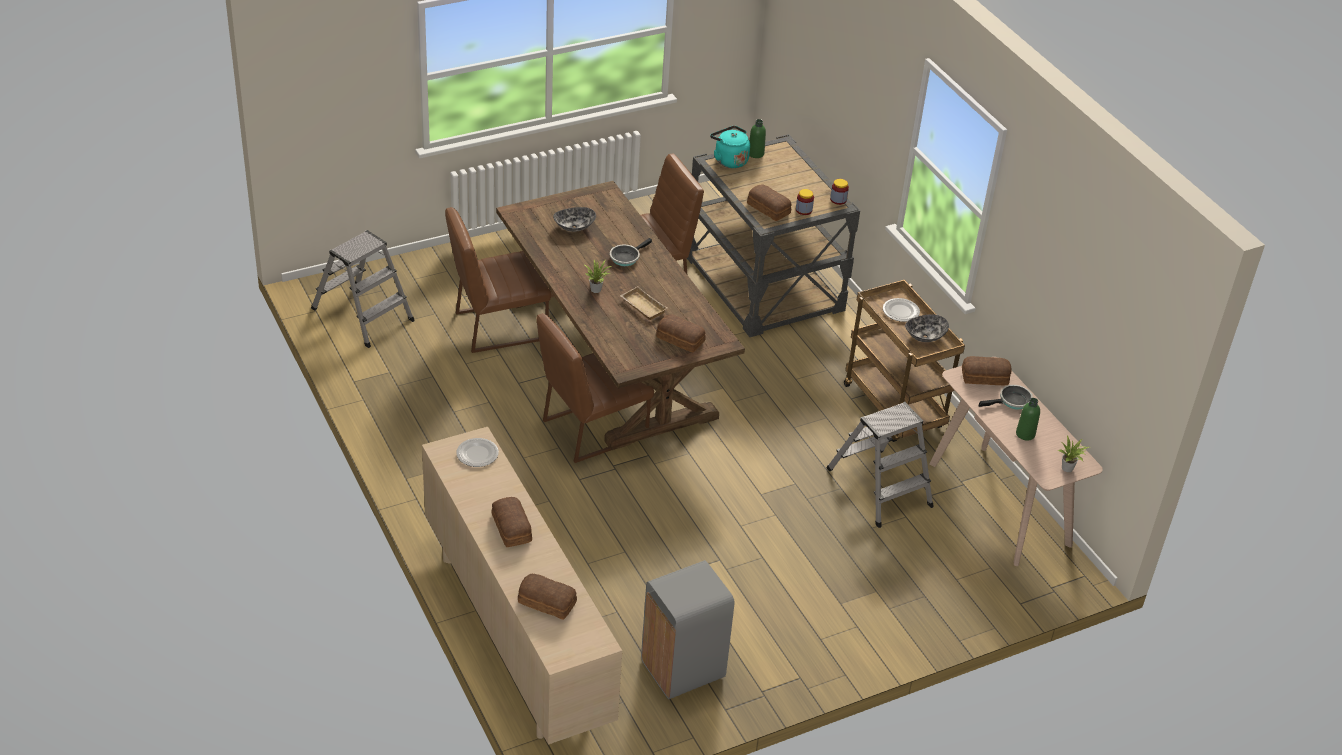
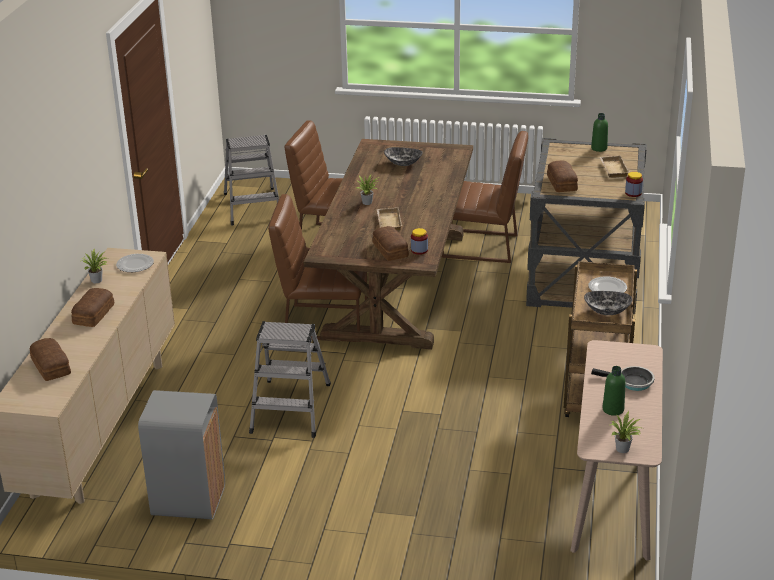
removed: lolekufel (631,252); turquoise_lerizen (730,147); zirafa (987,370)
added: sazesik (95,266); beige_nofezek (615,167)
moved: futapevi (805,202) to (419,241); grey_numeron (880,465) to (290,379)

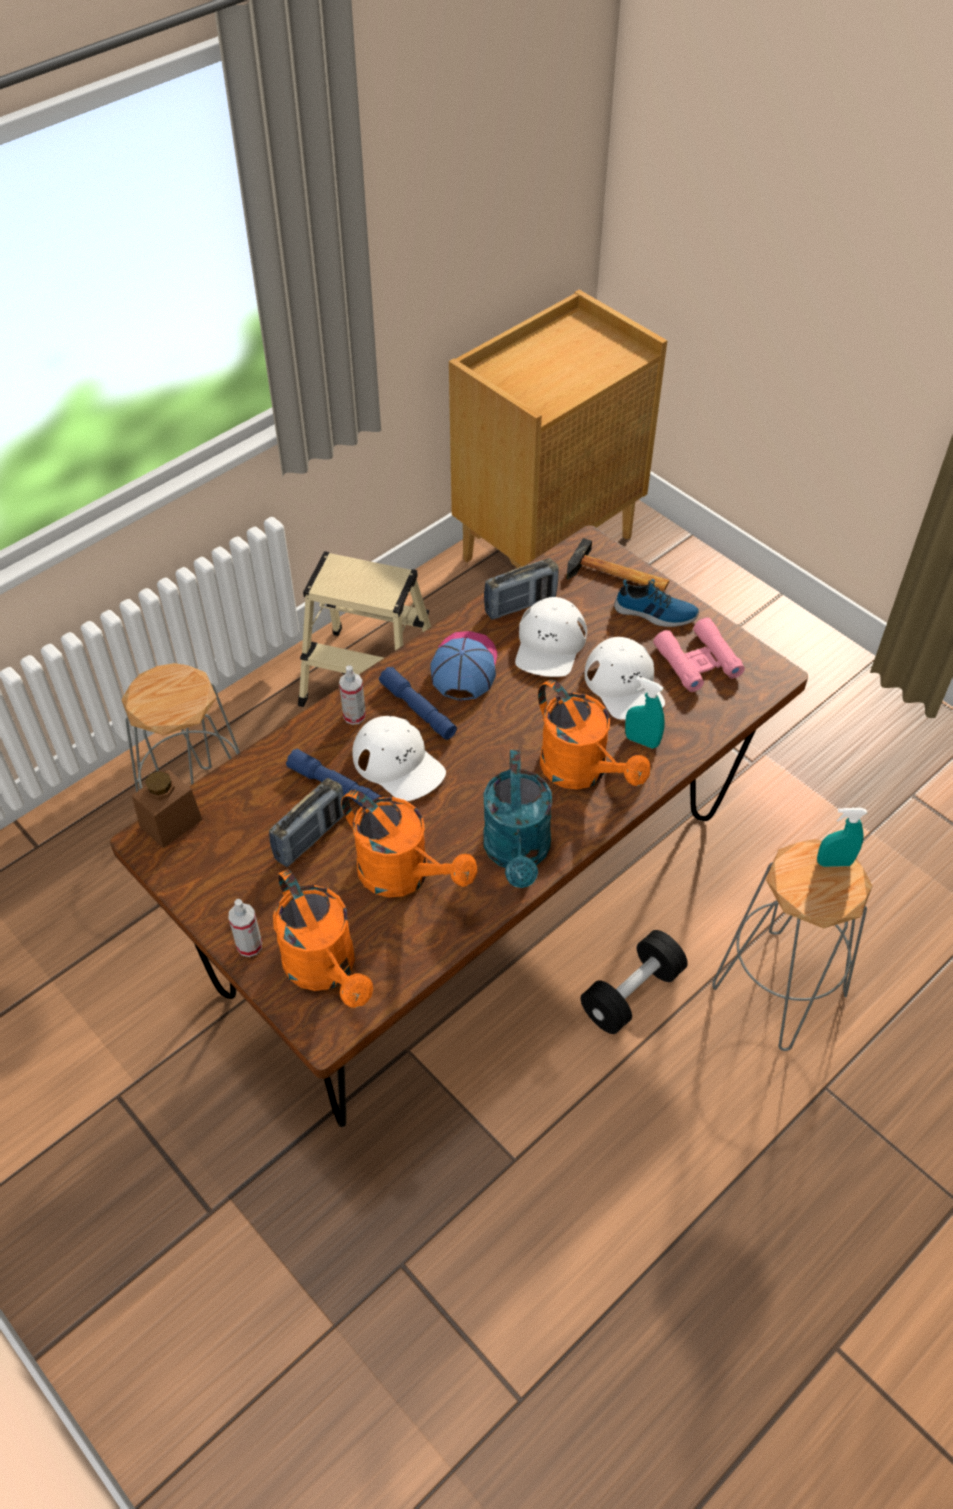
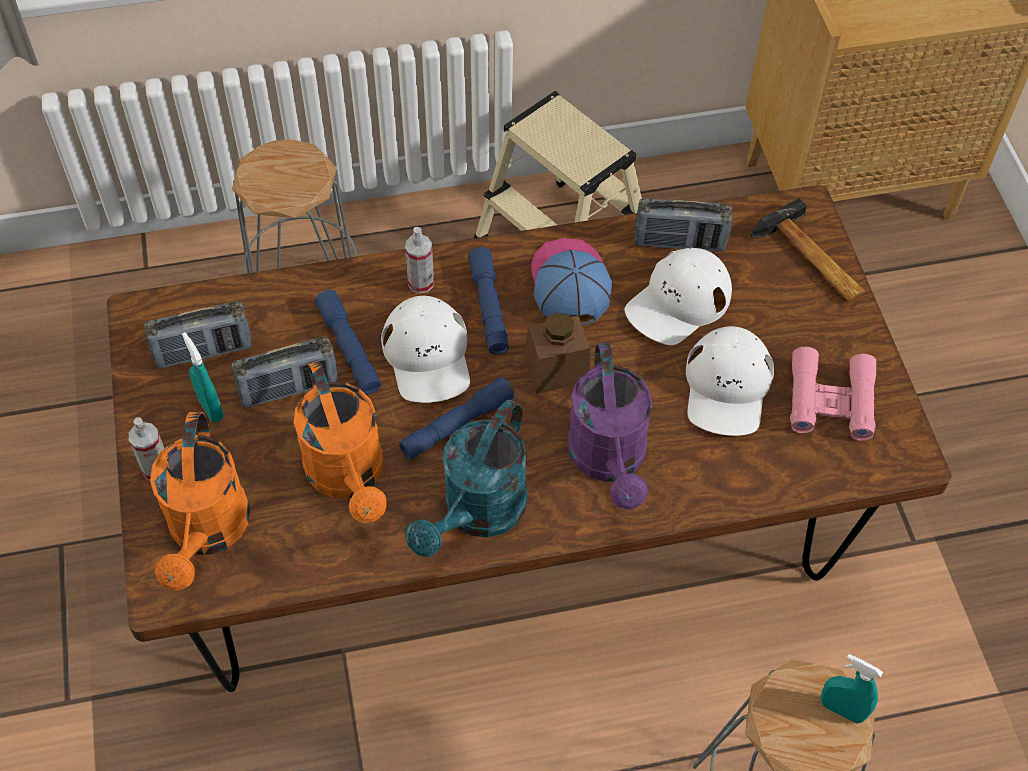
removed: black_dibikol (634,982); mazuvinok (656,603)
added: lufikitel (198,335); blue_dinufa (457,418)
moved: brown_futapevi (167,808) to (557,353); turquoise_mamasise (645,712) to (203,377)
recoloured: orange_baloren (594,734) to purple_baloren (610,426)
turned: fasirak (463,666) = (571,282) 45 degrees counterclockwise

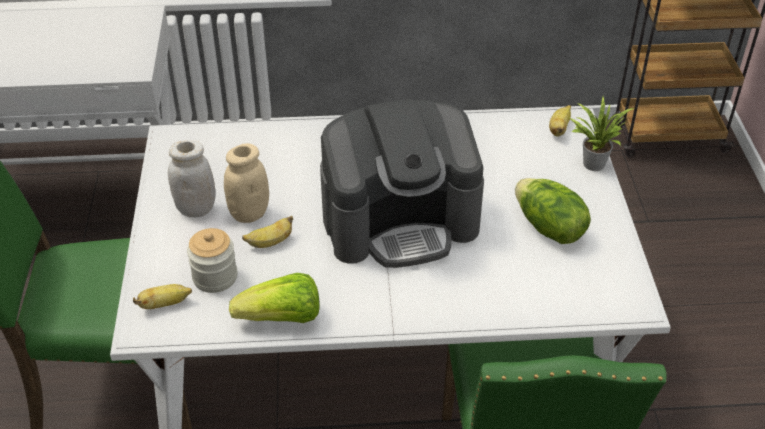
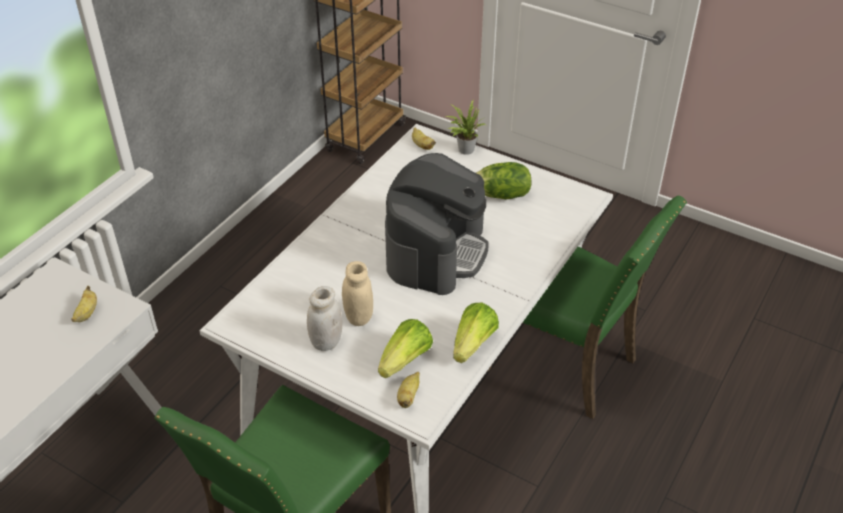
moved: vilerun (267,232) to (84,304)
replaced: futapevi (212,260) to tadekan (405,348)

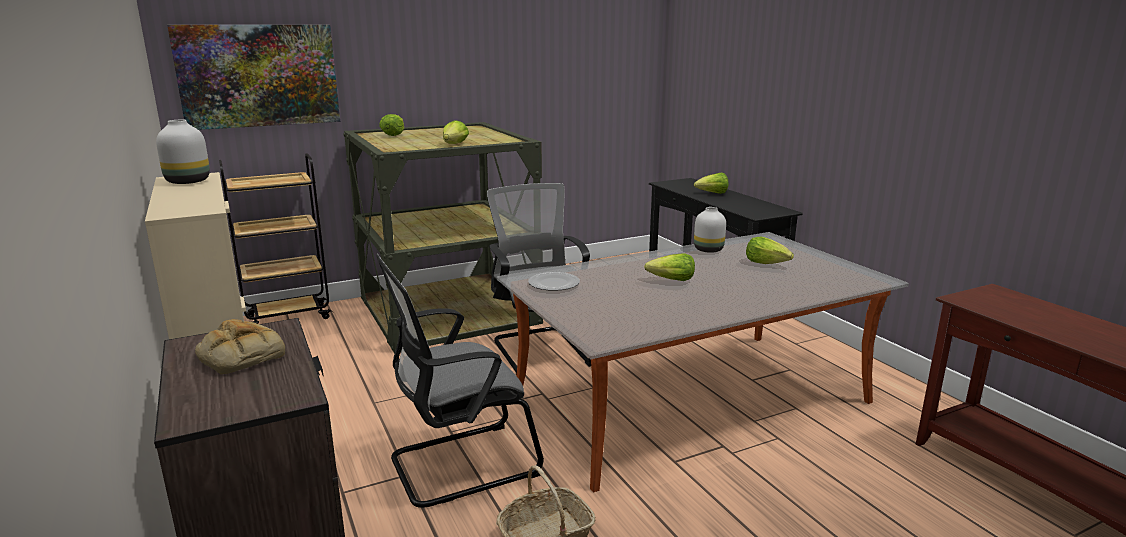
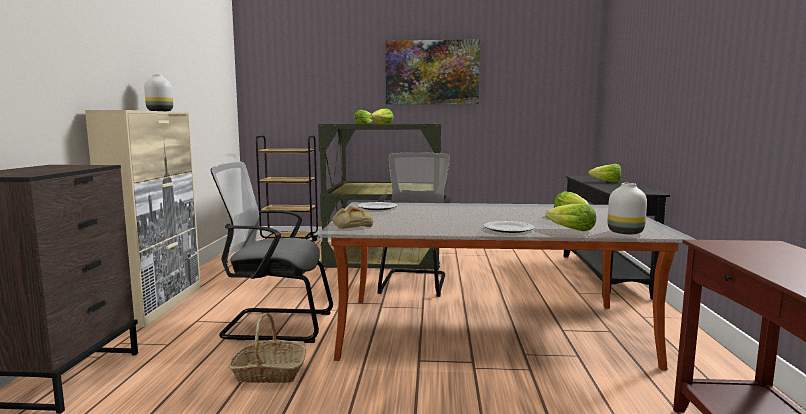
added: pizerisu (509,227)
moved: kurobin (253,77) to (432,72); zirafa (240,346) to (352,217); tadekan (669,267) to (570,217); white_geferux (710,230) to (627,208)

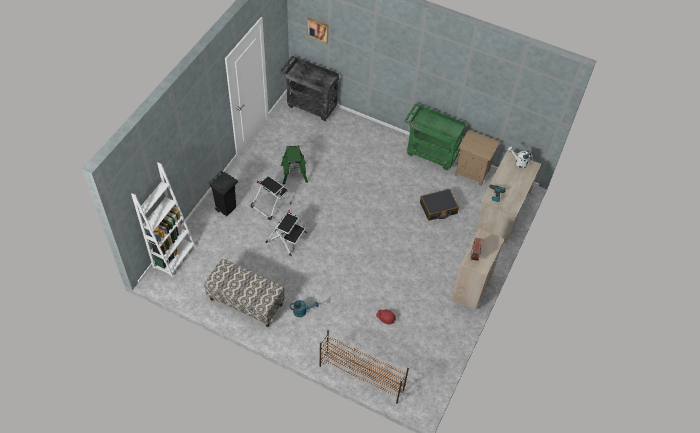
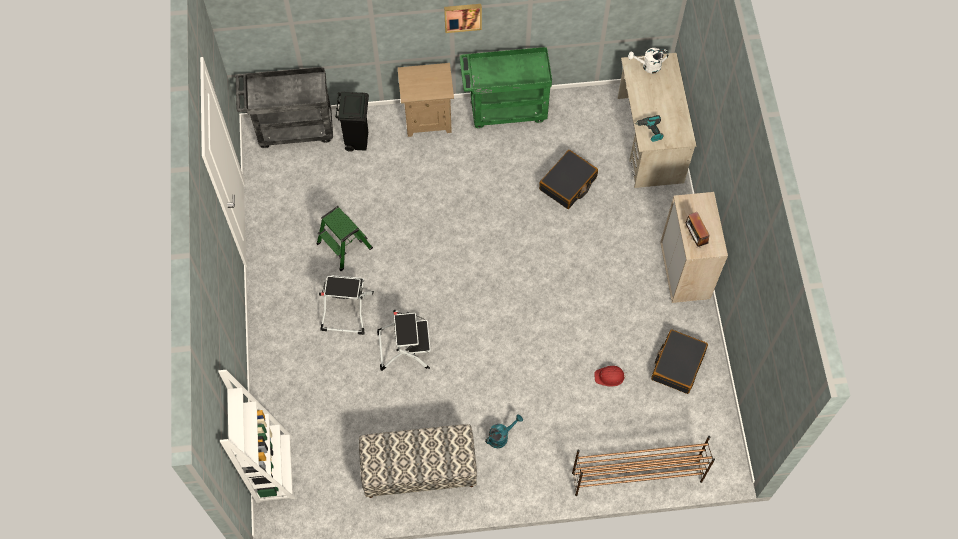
added: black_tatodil (679,361)
moved: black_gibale (223,193) to (352,122); kurobin (318,30) to (463,18); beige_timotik (477,158) to (425,100)

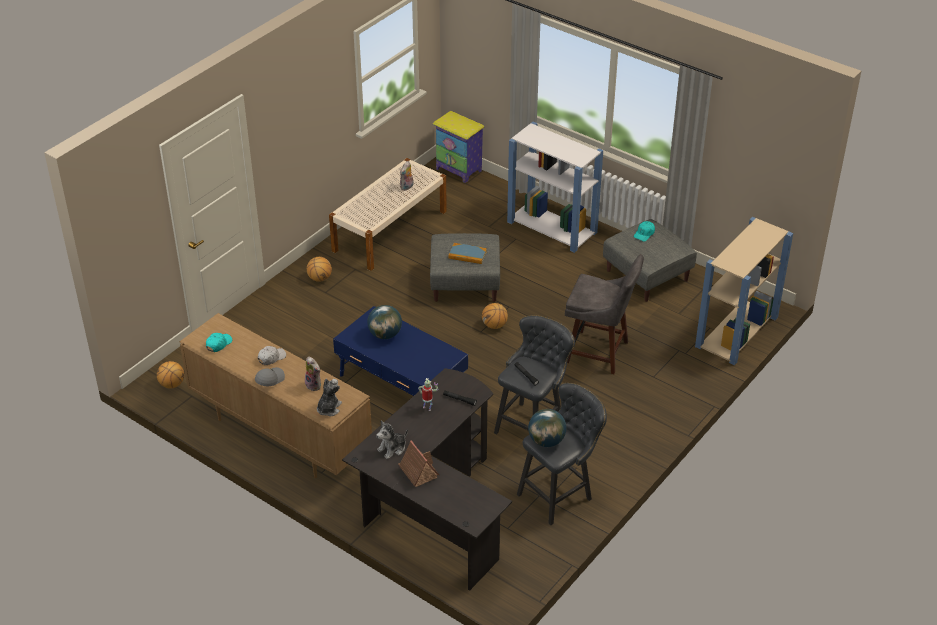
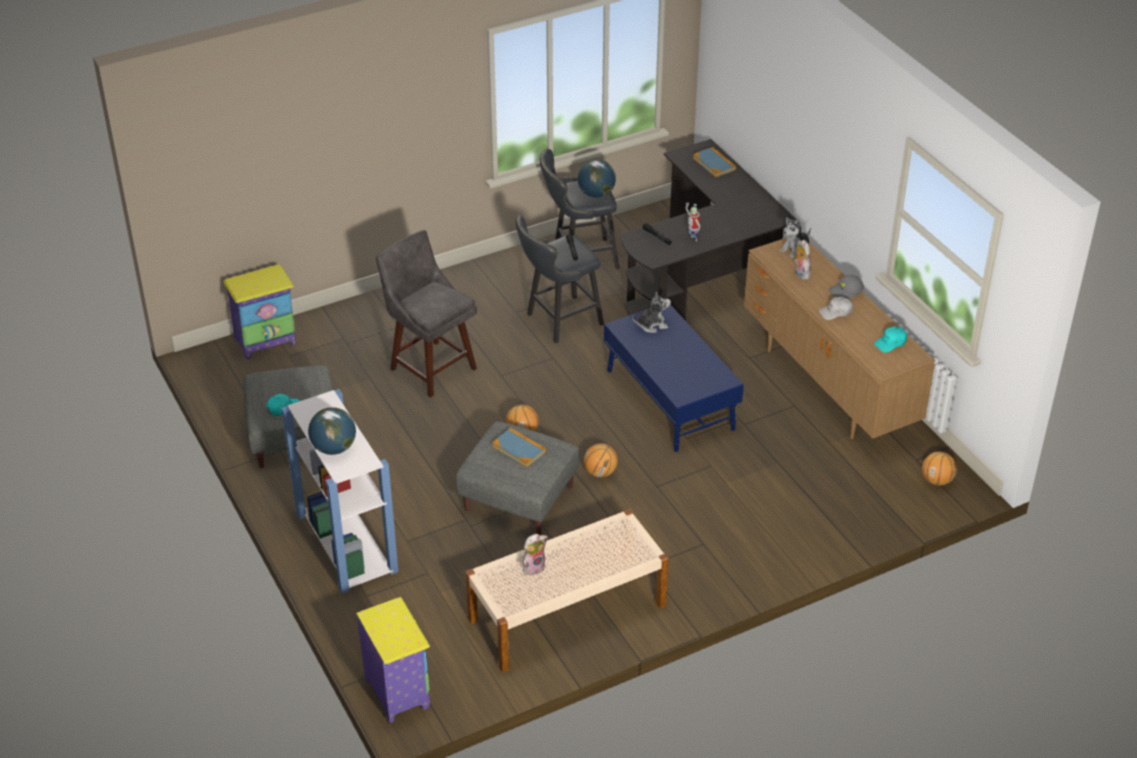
removed: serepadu (418,463)
added: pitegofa (714,162)
moved: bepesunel (319,269) to (601,460); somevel (384,322) to (332,431); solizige (392,440) to (651,312)
replaced: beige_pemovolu (744,291) to timotik (259,312)

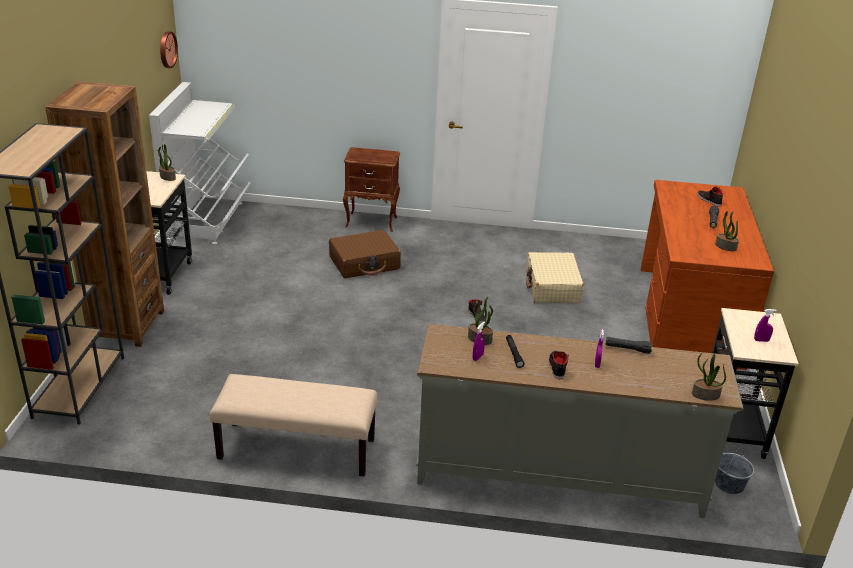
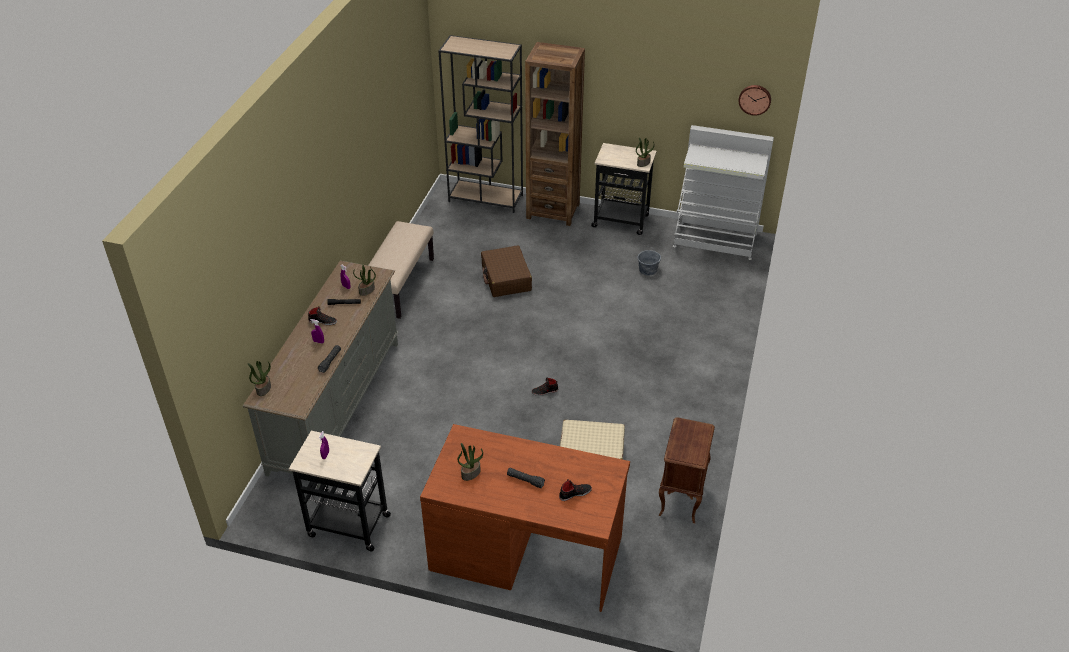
moved: brown_tatodil (365,254) to (506,271); brown_timotik (371,189) to (687,470); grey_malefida (734,471) to (649,260)

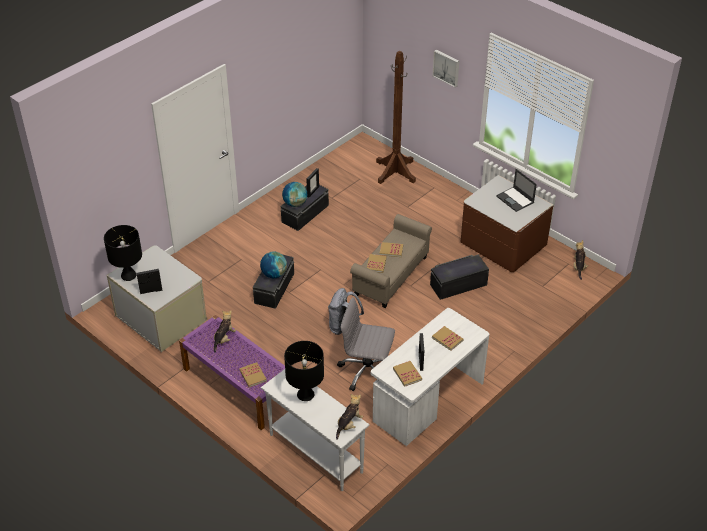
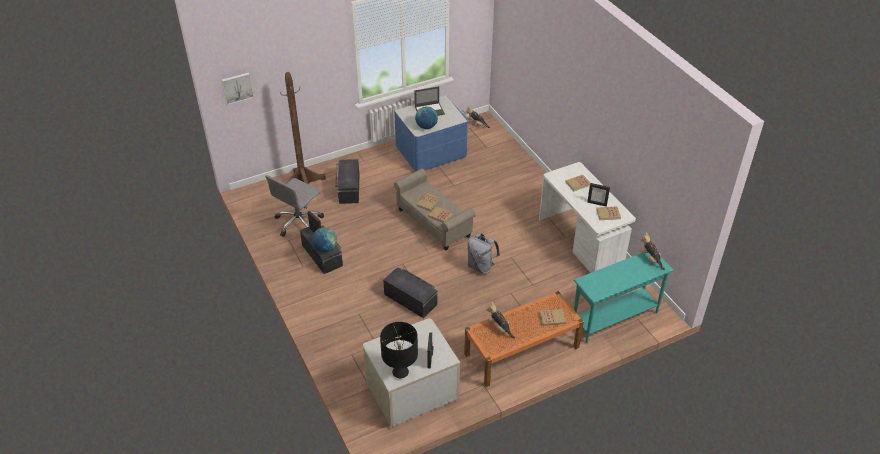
removed: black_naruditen (304,371)
moved: somevel (273,265) to (426,117); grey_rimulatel (366,344) to (294,206); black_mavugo (459,277) to (347,181); kurobin (445,68) to (237,88)
recoloured: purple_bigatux (232,372) to orange_bigatux (524,339); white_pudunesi (315,430) to turquoise_pudunesi (623,298); brown_timotik (507,223) to blue_timotik (431,133)

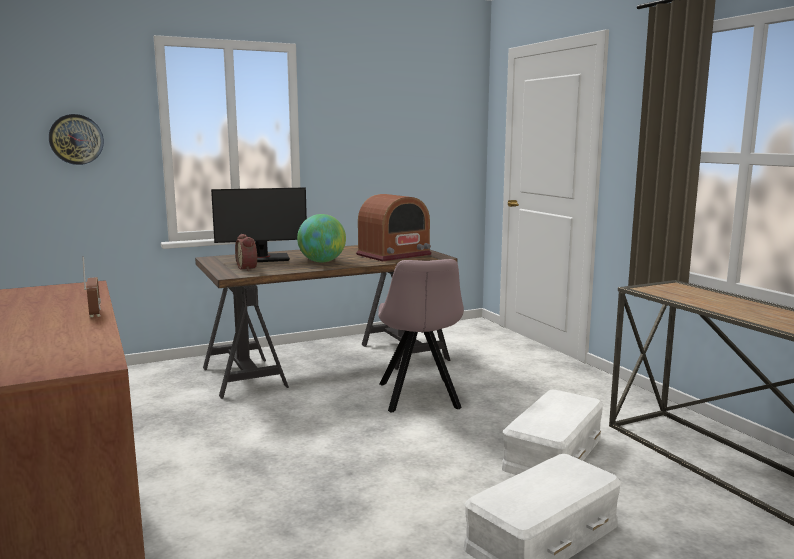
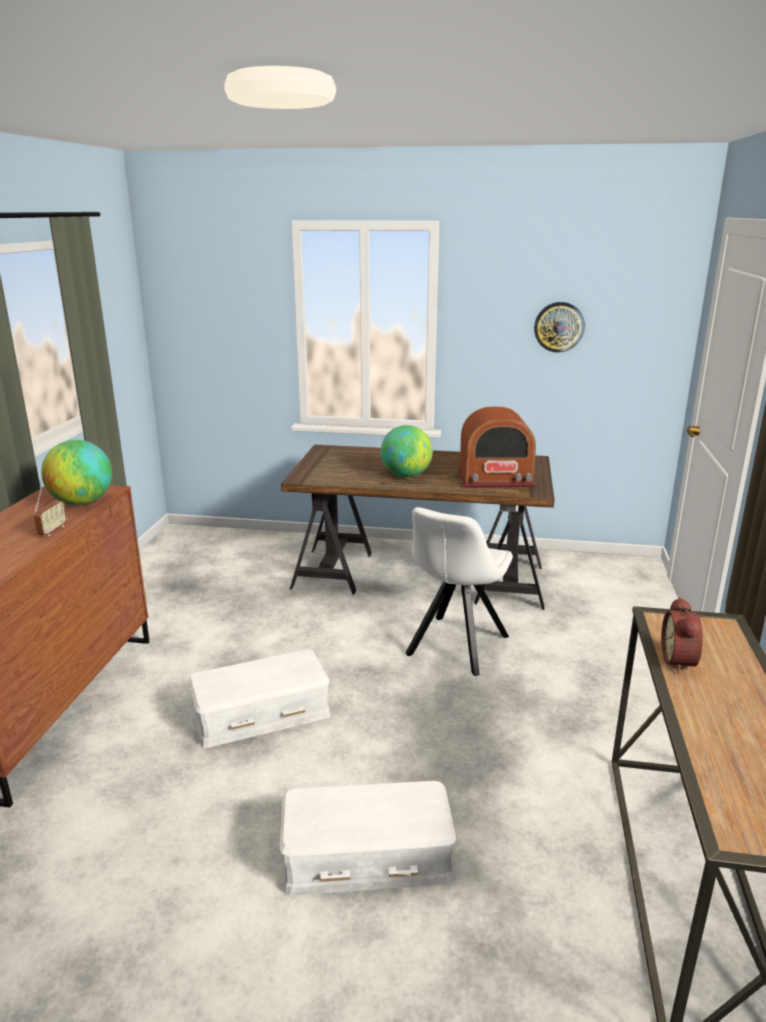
removed: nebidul (259,224)
added: somevel (76,472)
moved: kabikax (76,139) to (559,327); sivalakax (246,252) to (682,635); white_mavugo (552,432) to (259,699)
recoloured: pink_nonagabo (421,335) to white_nonagabo (459,591)

